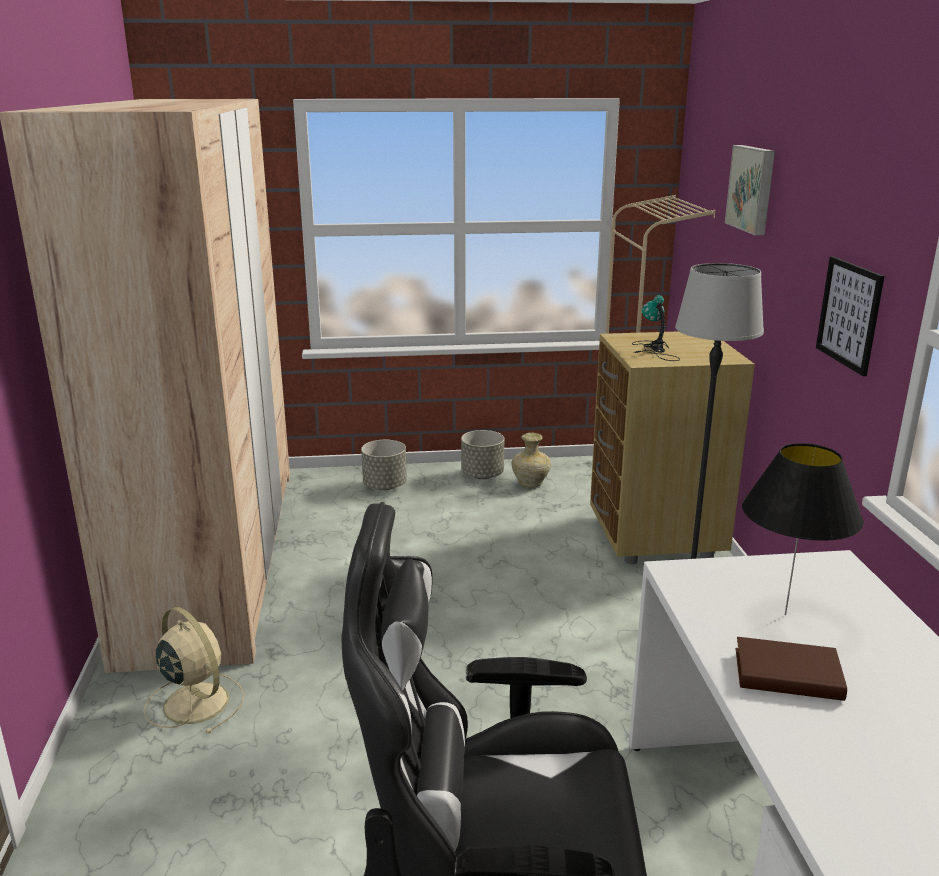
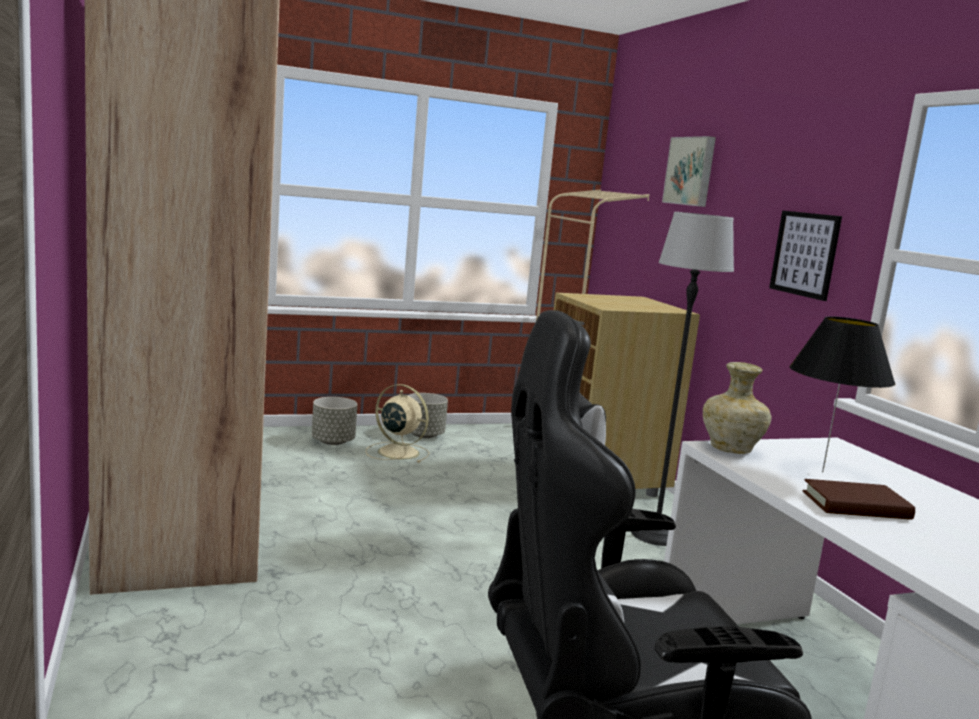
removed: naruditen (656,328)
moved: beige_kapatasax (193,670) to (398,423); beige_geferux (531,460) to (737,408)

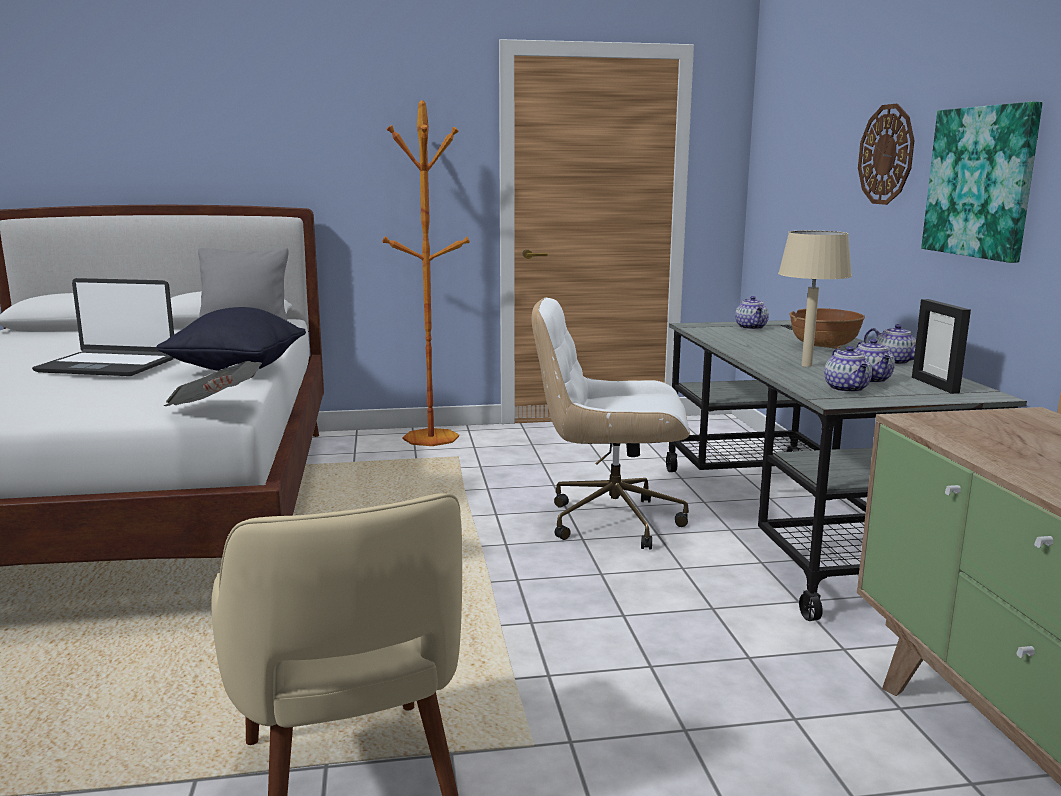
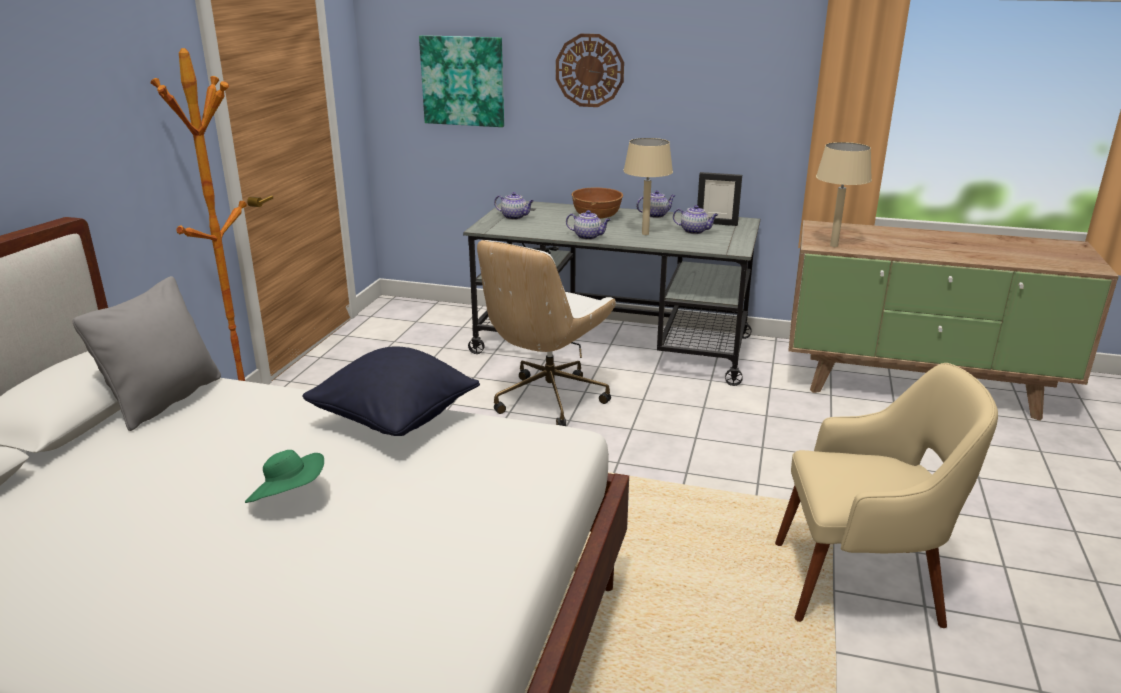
removed: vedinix (213,383)
added: beige_naruditen (844,194)
moved: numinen (848,369) to (588,225); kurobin (982,182) to (461,81)
replaced: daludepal (103,327) to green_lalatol (284,476)

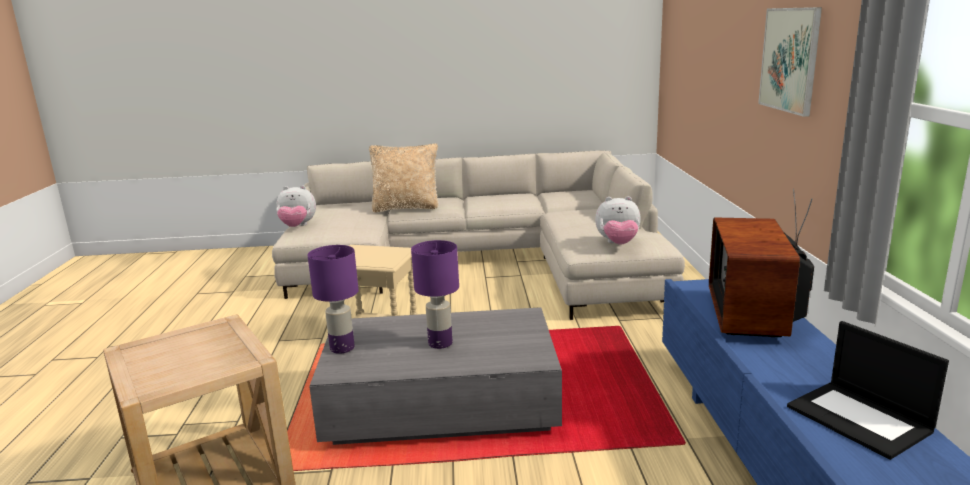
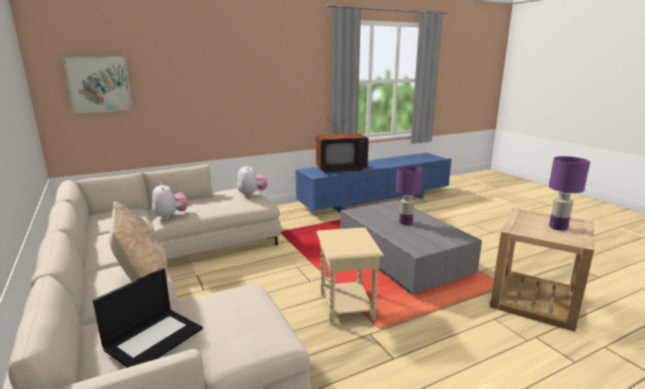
moved: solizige (296,206) to (170,201); purple_naruditen (333,299) to (569,193); kurobin (790,62) to (97,84); daludepal (868,390) to (148,318)

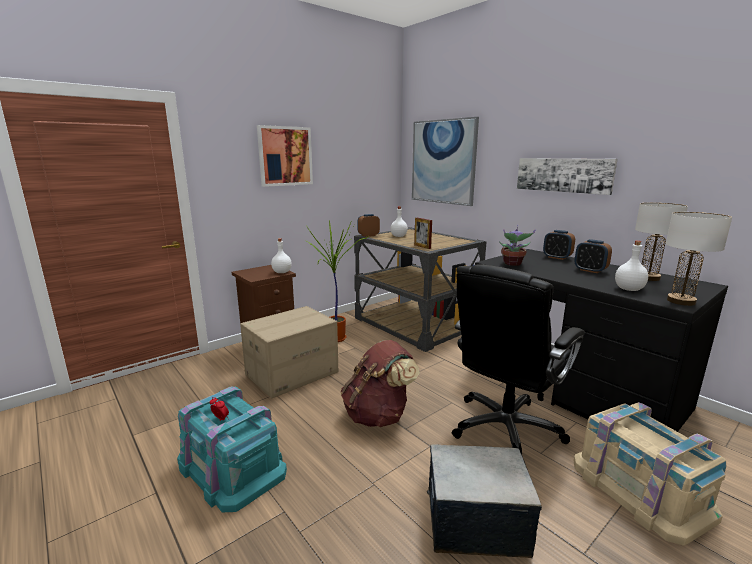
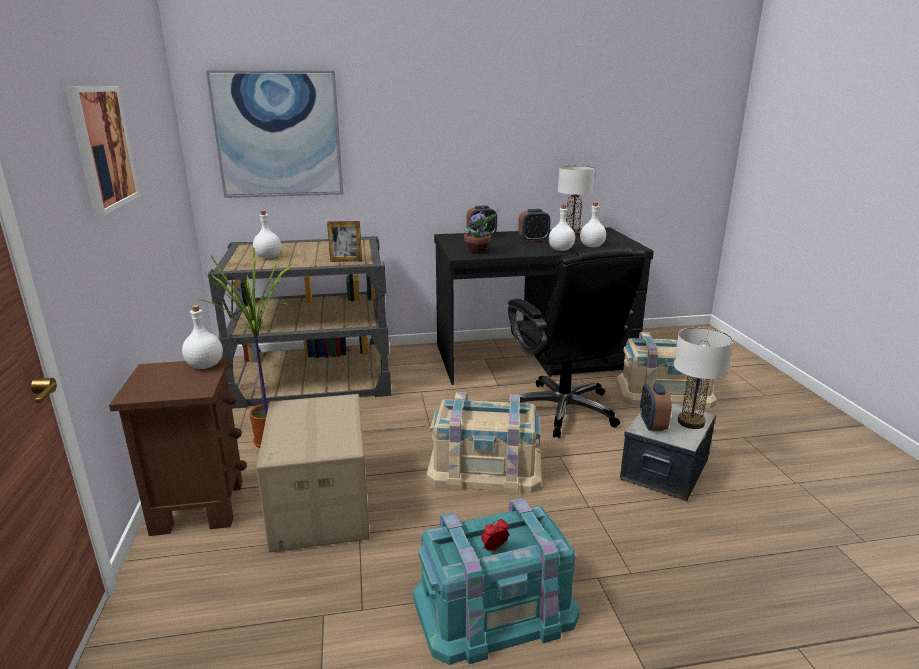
removed: kurobin (567,176)
added: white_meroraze (562,228)
moved: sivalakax (368,225) to (656,407); naruditen (699,259) to (703,378)
replaced: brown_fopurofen (380,383) to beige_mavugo (484,443)

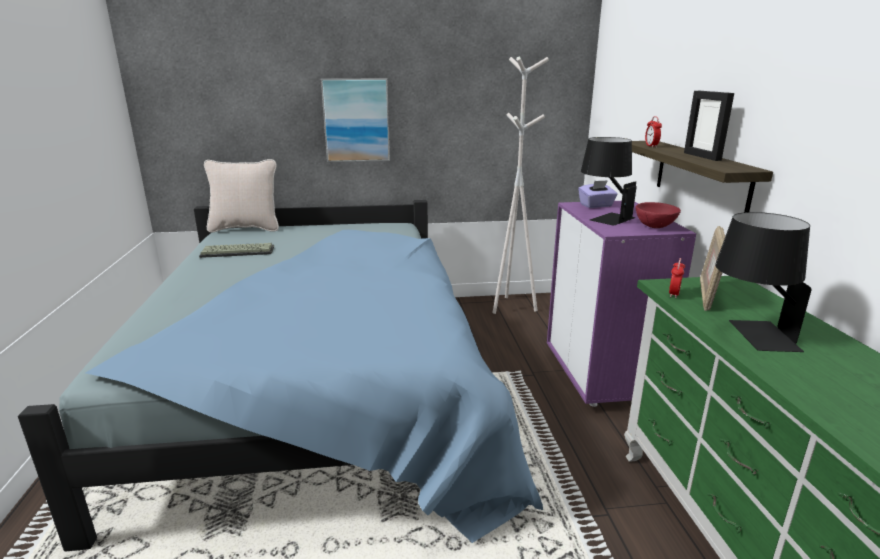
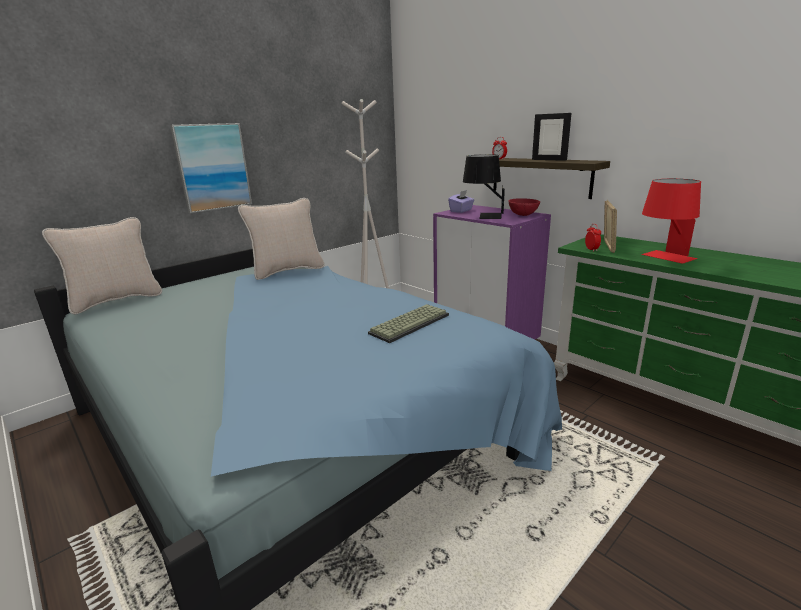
added: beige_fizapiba (281,239)
moved: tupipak (236,250) to (408,323)
recoloured: black_naruditen (763,282) to red_naruditen (671,221)
turned: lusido (712,268) = (610,226) 150 degrees counterclockwise

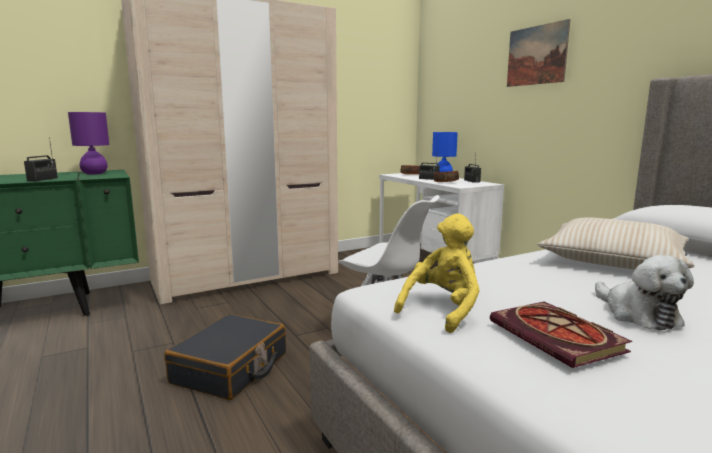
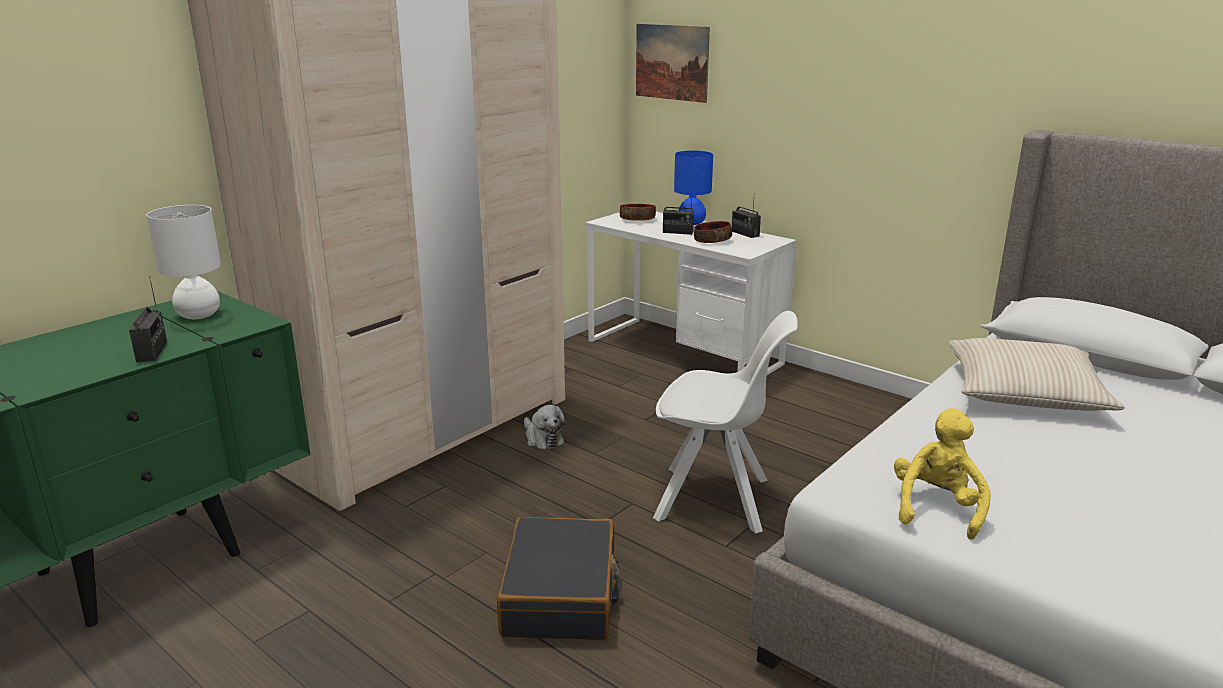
removed: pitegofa (561,335)
moved: kurobin (538,53) to (673,63); solizige (644,292) to (544,427)
recoloured: purple_naruditen (88,143) to white_naruditen (183,262)

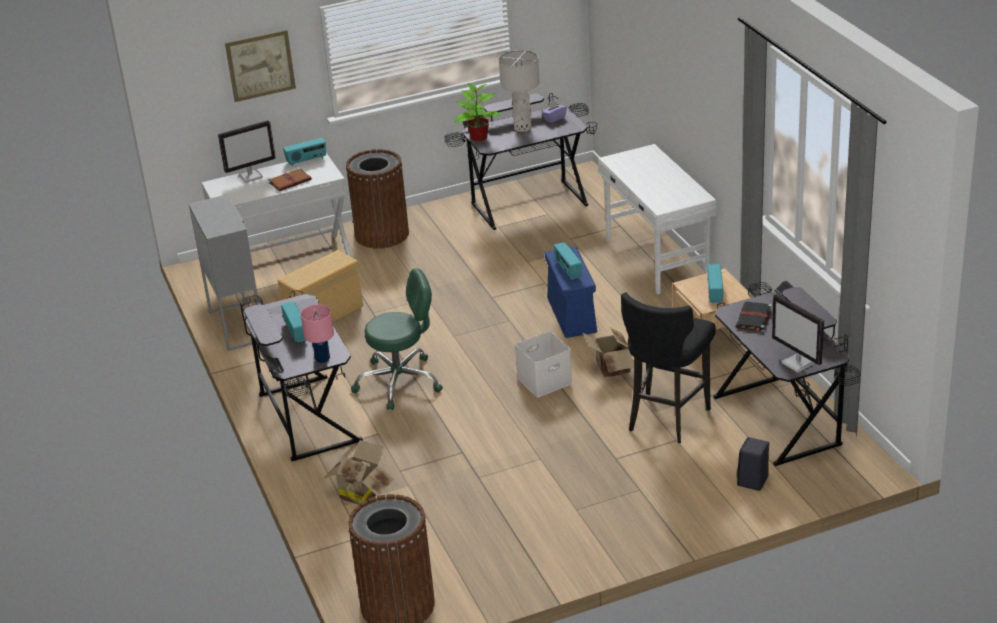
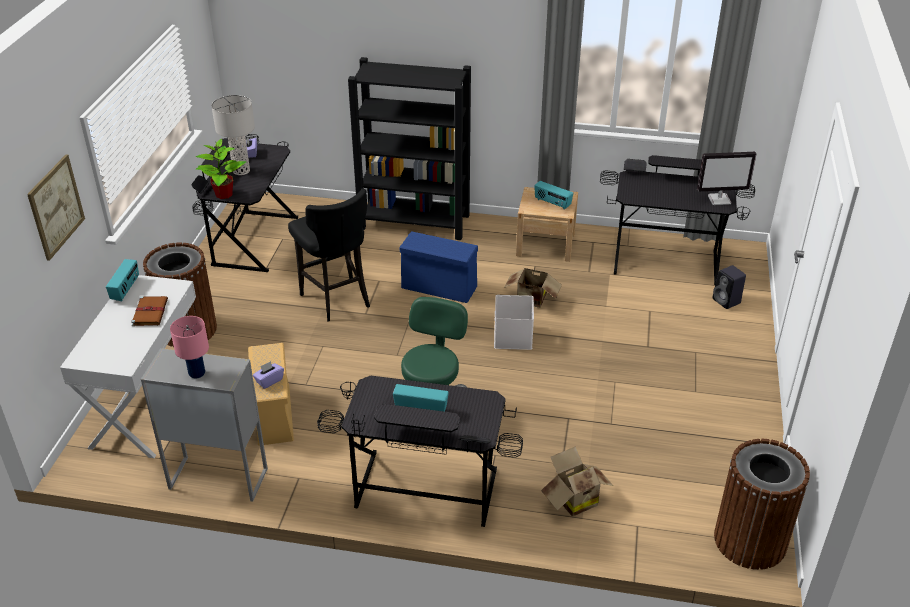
removed: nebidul (247,151); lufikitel (568,261); black_pitegofa (754,317)
added: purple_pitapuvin (268,375)
moved: pink_naruditen (317,333) to (189,347); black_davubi (668,368) to (329,255)
replaced: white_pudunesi (657,219) to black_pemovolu (409,148)

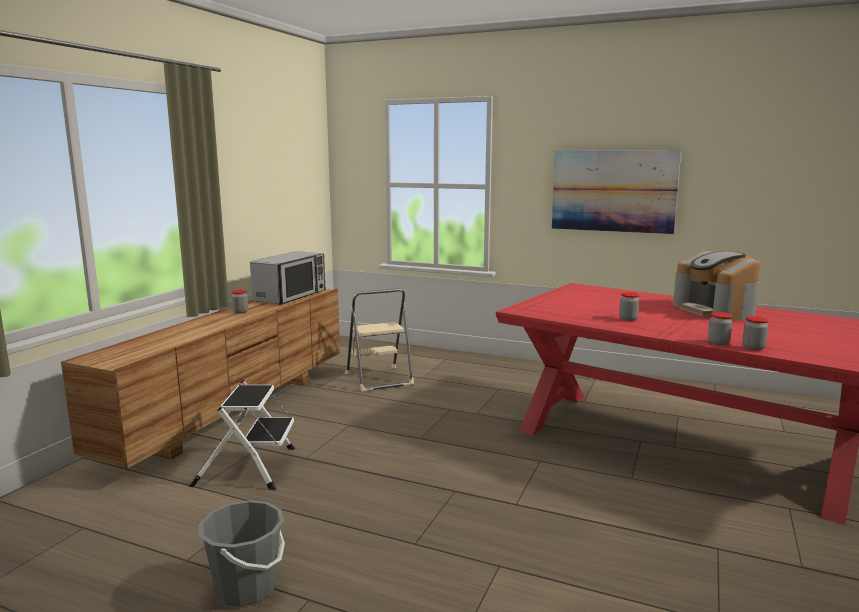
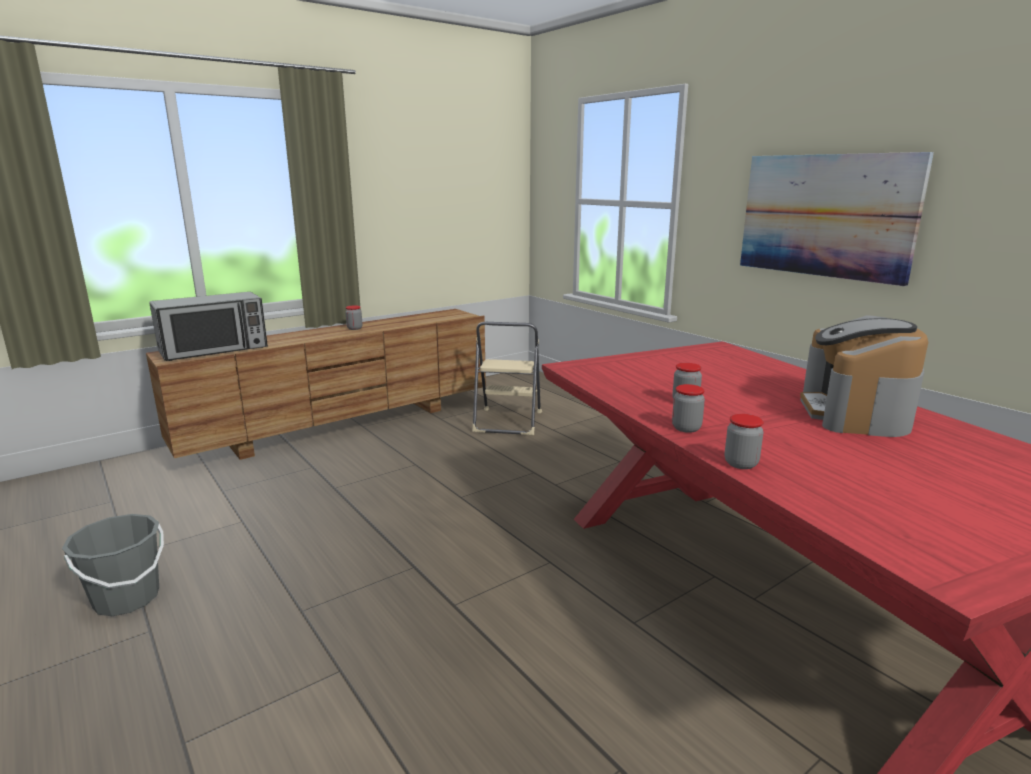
removed: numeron (242,435)
moved: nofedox (287,278) to (208,326); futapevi (755,333) to (688,408)

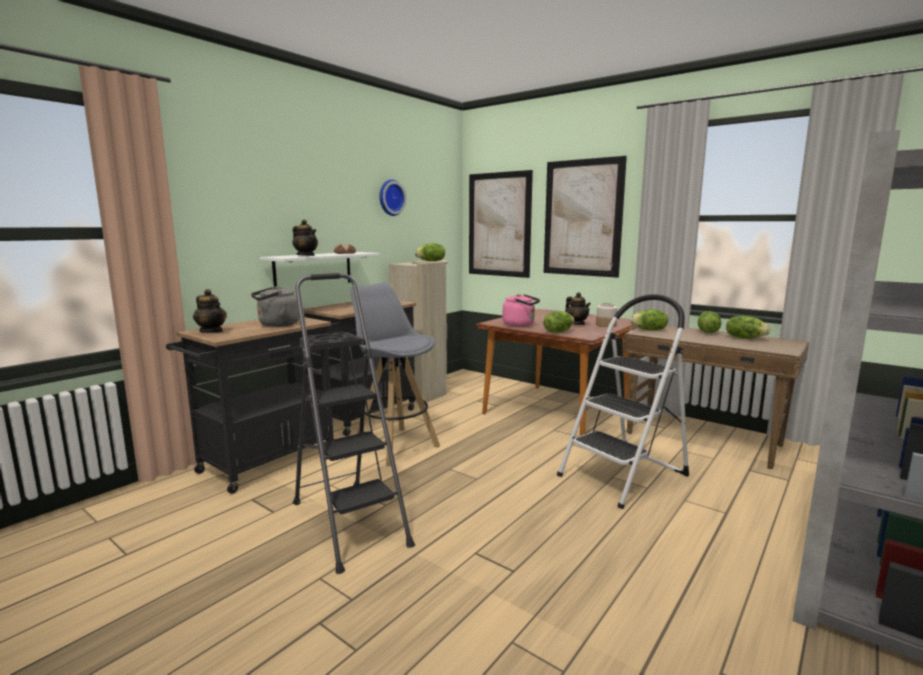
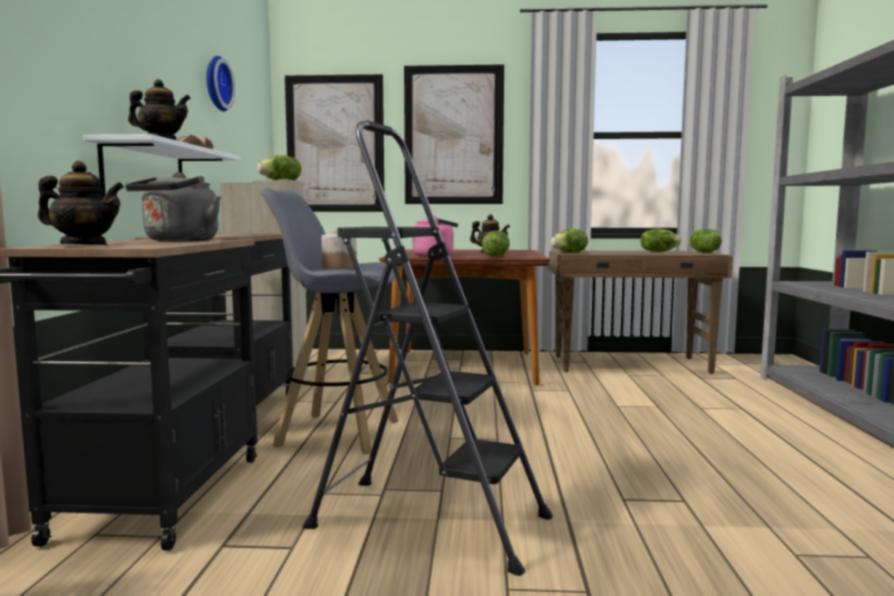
removed: numeron (623,401)
moved: futapevi (607,315) to (339,249); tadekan (709,322) to (705,241)

